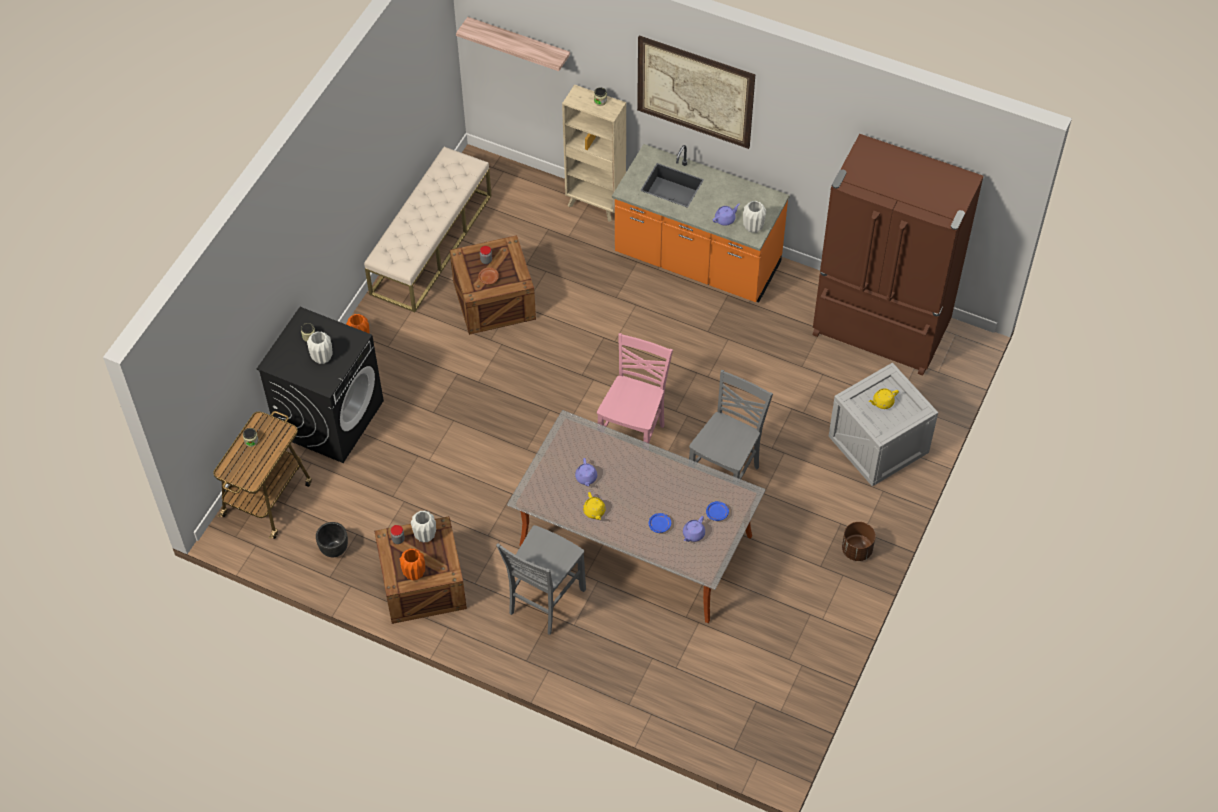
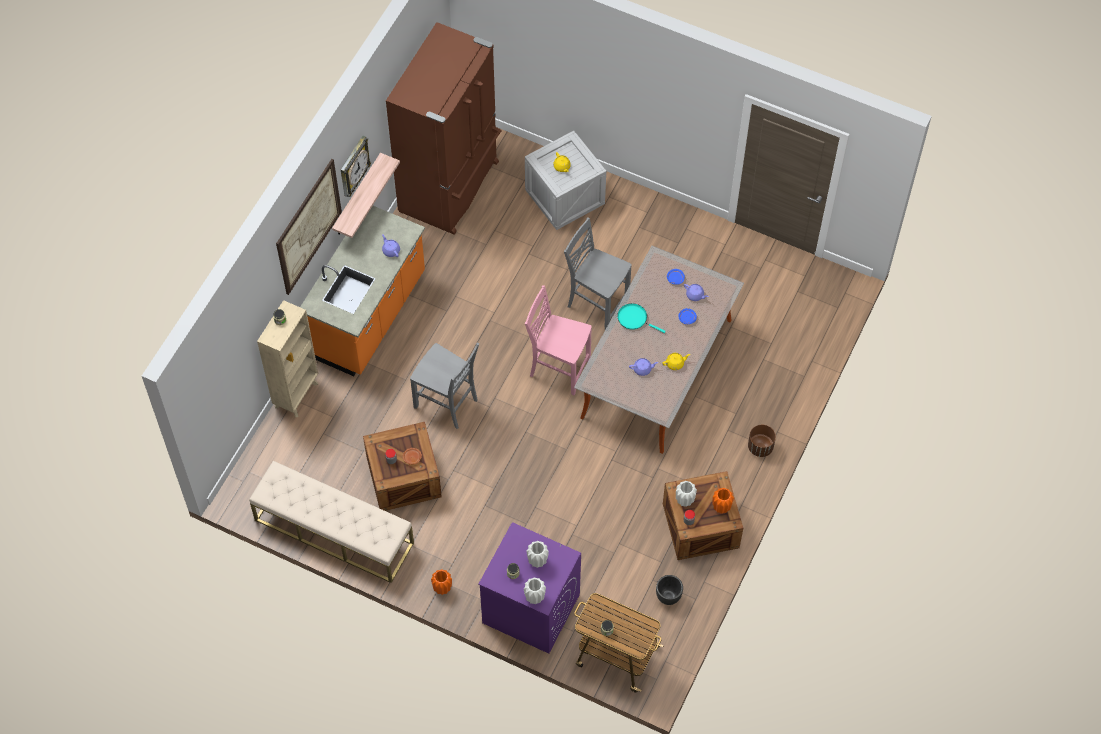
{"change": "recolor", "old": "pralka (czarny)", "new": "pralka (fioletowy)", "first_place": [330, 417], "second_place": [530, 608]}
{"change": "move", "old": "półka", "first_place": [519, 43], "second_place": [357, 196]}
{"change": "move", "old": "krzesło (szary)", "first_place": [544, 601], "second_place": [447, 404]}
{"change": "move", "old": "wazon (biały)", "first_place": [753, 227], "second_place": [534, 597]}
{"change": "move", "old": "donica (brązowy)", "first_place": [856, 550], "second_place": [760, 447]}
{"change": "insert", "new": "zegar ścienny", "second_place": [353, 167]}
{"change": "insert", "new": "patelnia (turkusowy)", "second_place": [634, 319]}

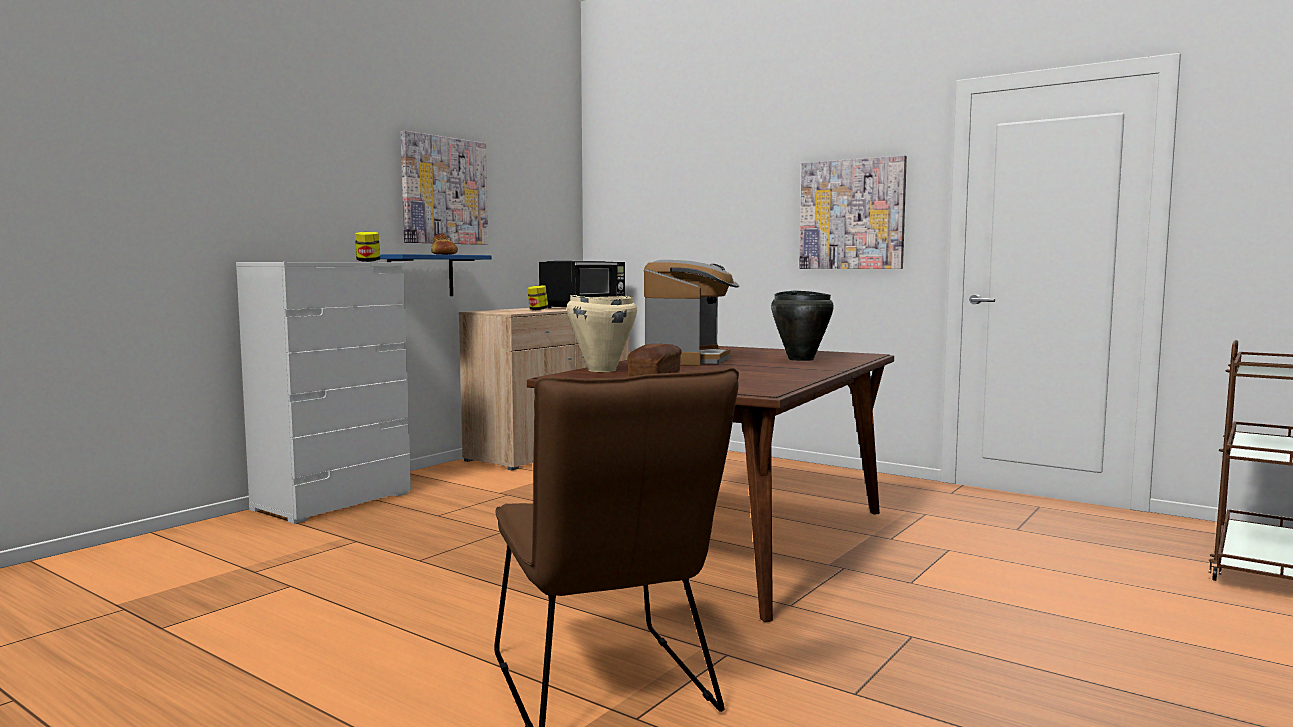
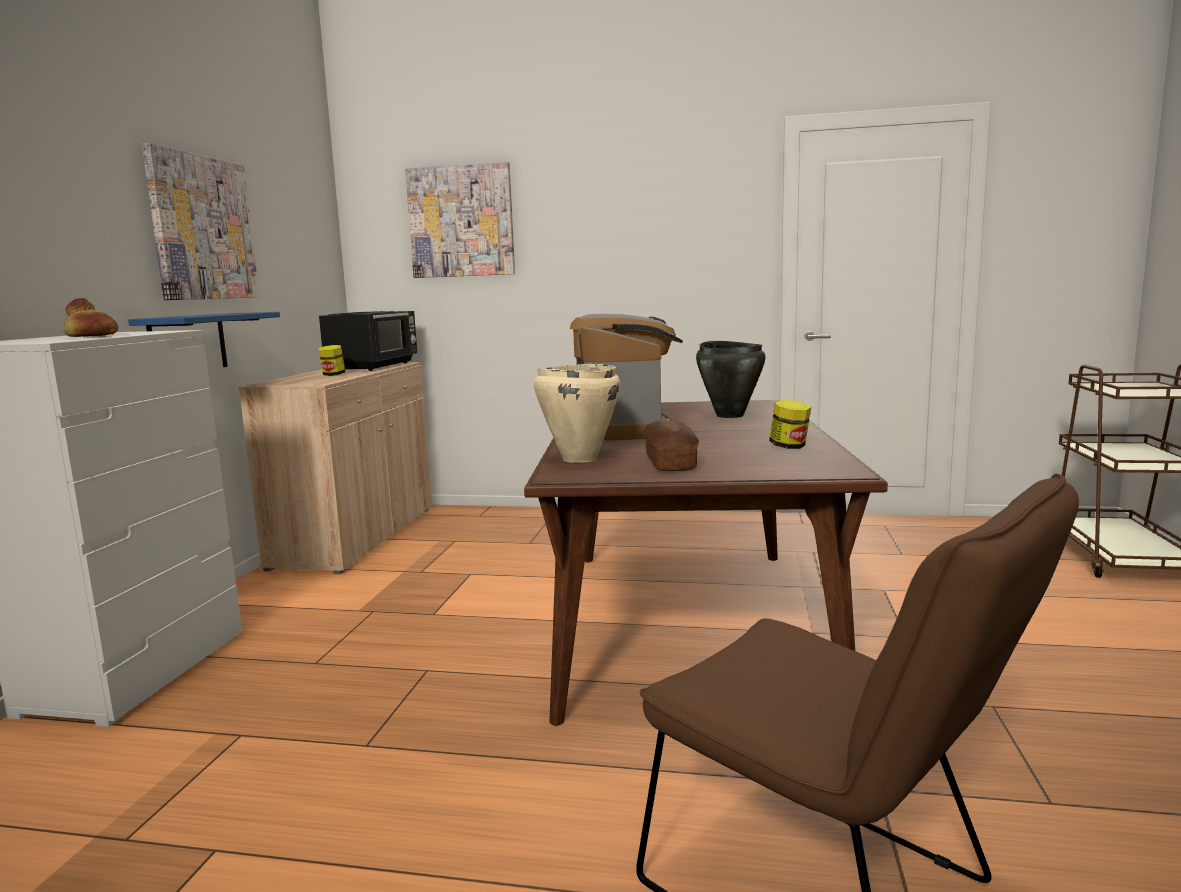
{"change": "move", "old": "słoik", "first_place": [368, 261], "second_place": [789, 447]}
{"change": "move", "old": "chleb", "first_place": [444, 254], "second_place": [91, 336]}
{"change": "move", "old": "obraz", "first_place": [852, 214], "second_place": [461, 221]}

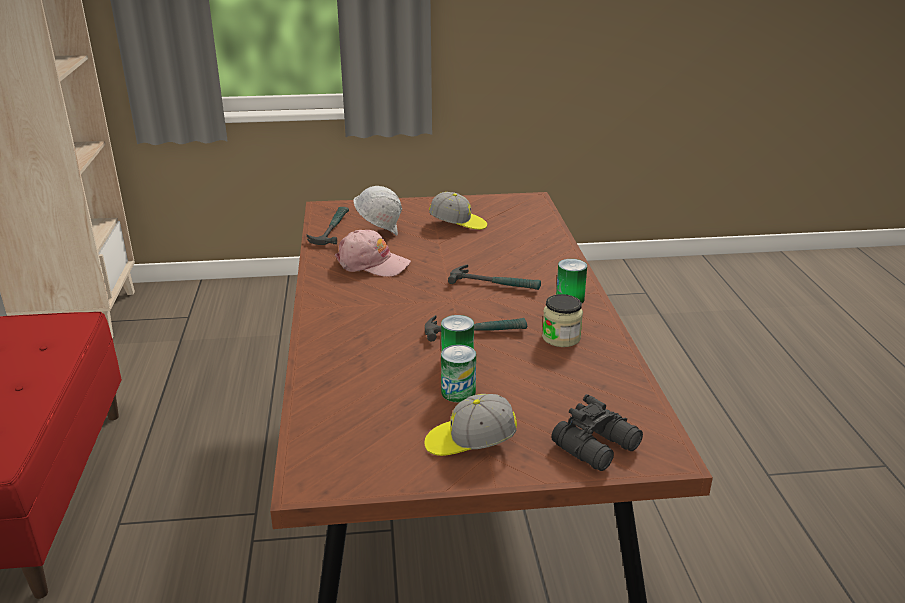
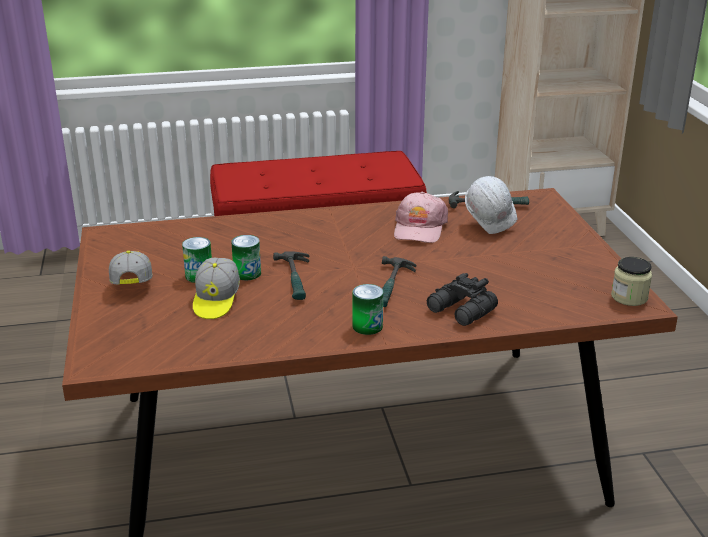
{"change": "move", "old": "czapka z daszkiem", "first_place": [458, 224], "second_place": [216, 300]}
{"change": "move", "old": "słoik", "first_place": [561, 337], "second_place": [629, 297]}
{"change": "move", "old": "lornetka (czarny)", "first_place": [598, 446], "second_place": [461, 311]}

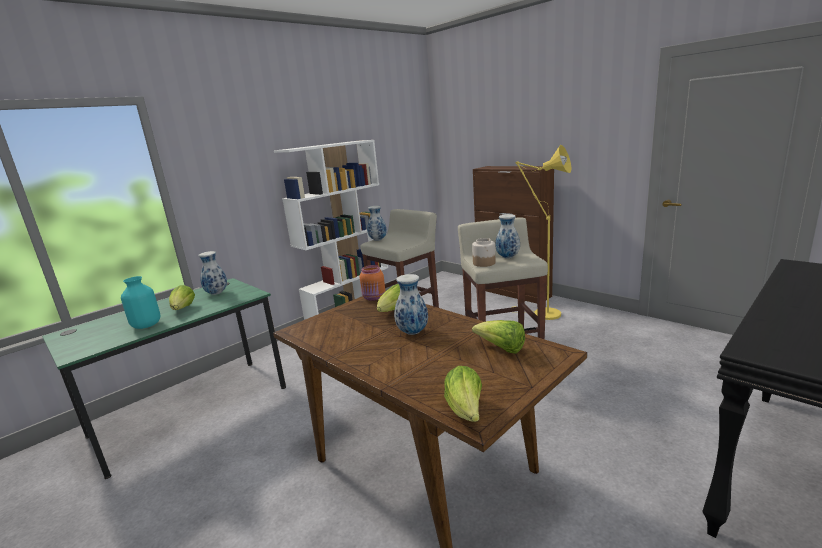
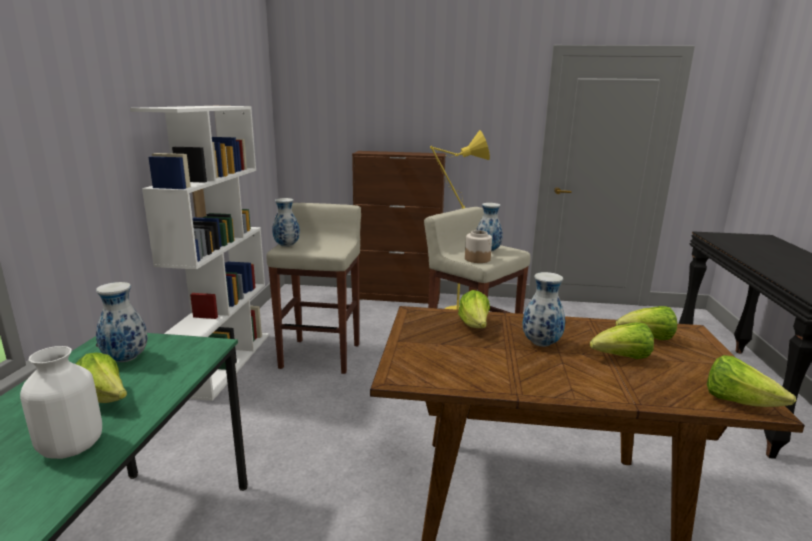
{"change": "recolor", "old": "wazon (turkusowy)", "new": "wazon (biały)", "first_place": [146, 325], "second_place": [71, 447]}
{"change": "delete", "old": "słoik (pomarańczowy)", "first_place": [374, 298]}
{"change": "insert", "new": "sałata", "second_place": [621, 358]}

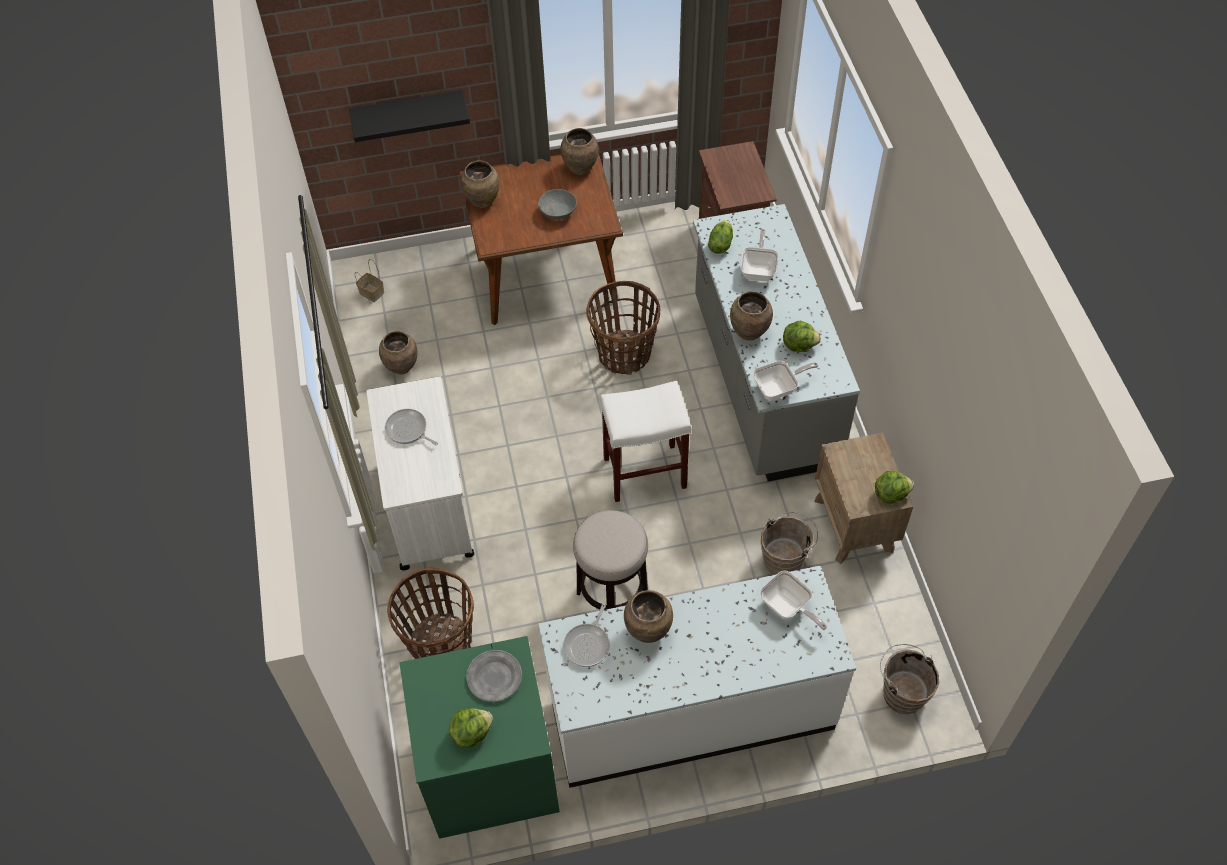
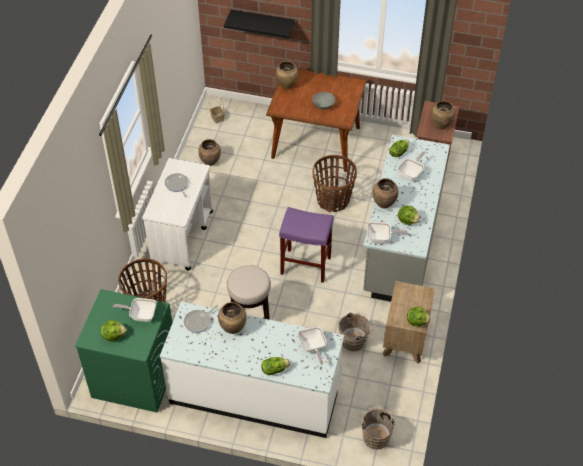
{"change": "replace", "old": "talerz (szary)", "new": "patelnia", "first_place": [494, 677], "second_place": [140, 315]}
{"change": "move", "old": "wazon (brązowy)", "first_place": [579, 168], "second_place": [441, 125]}
{"change": "recolor", "old": "stołek (biały)", "new": "stołek (fioletowy)", "first_place": [643, 473], "second_place": [305, 265]}
{"change": "insert", "new": "sałata", "second_place": [274, 369]}

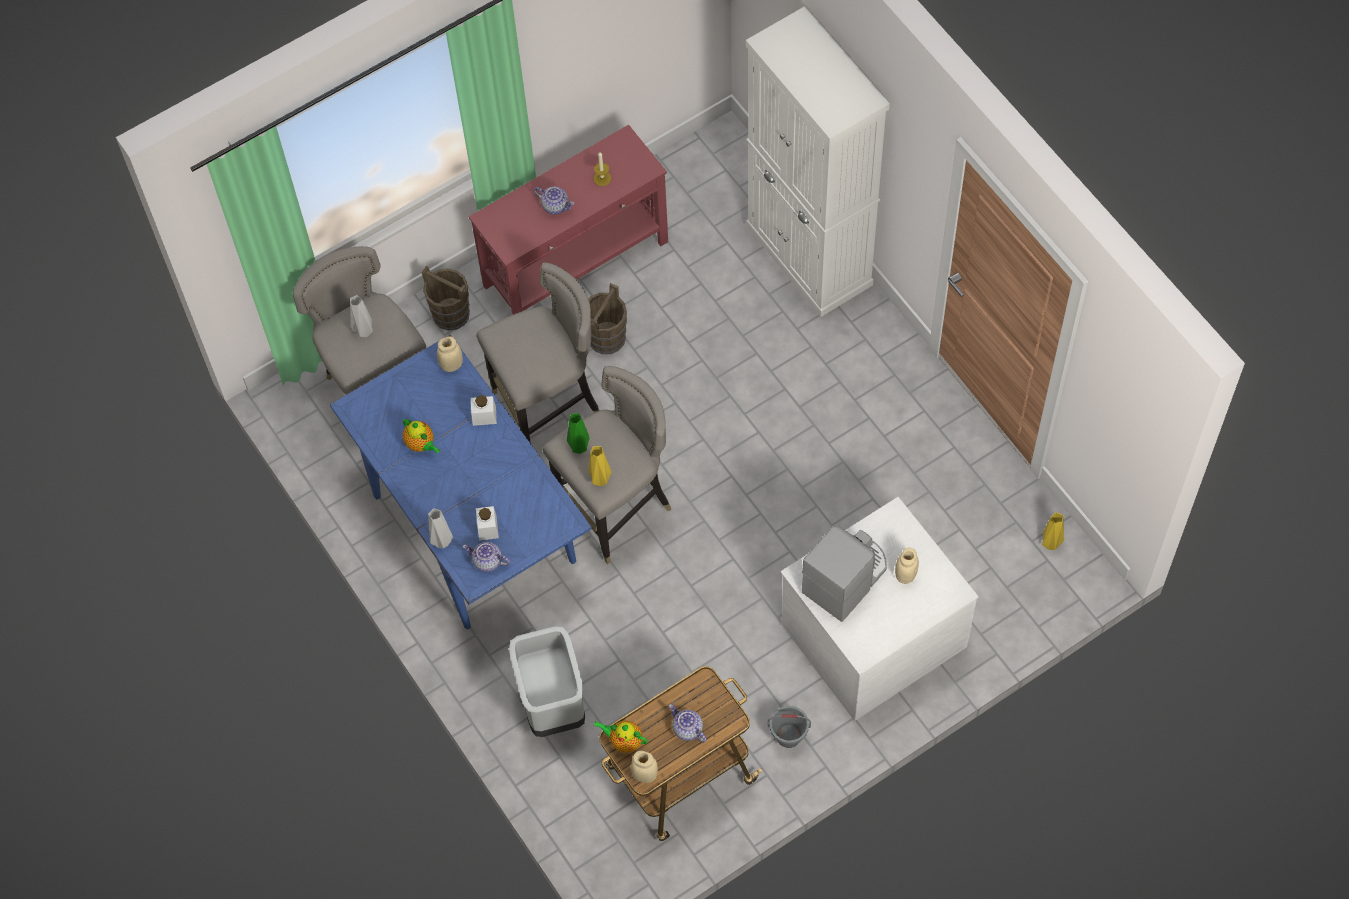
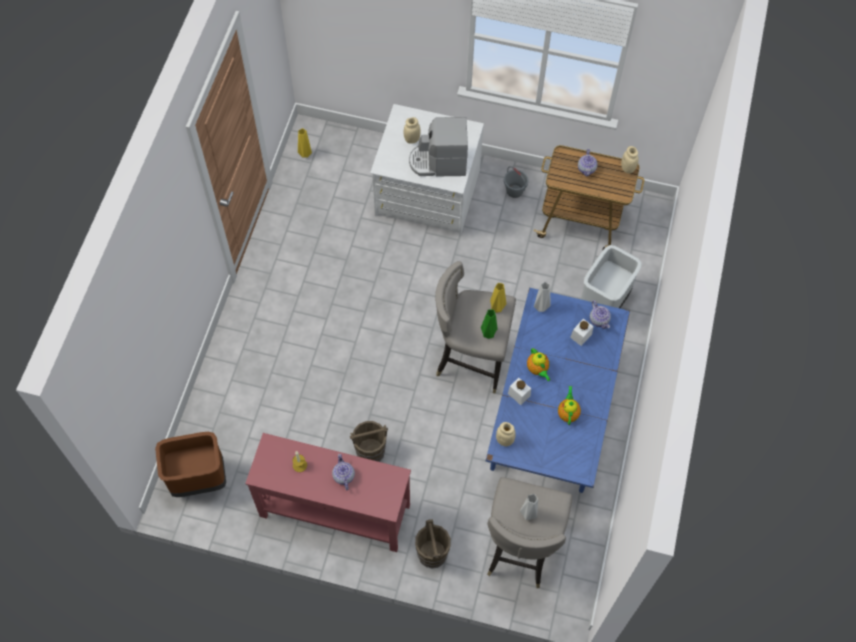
{"change": "move", "old": "wazon (szary)", "first_place": [441, 542], "second_place": [541, 307]}
{"change": "delete", "old": "stołek (szary)", "first_place": [548, 408]}
{"change": "move", "old": "imbryk", "first_place": [624, 741], "second_place": [537, 369]}
{"change": "delete", "old": "szafka (biały)", "first_place": [809, 256]}
{"change": "insert", "new": "kosz na śmieci (brązowy)", "second_place": [198, 480]}

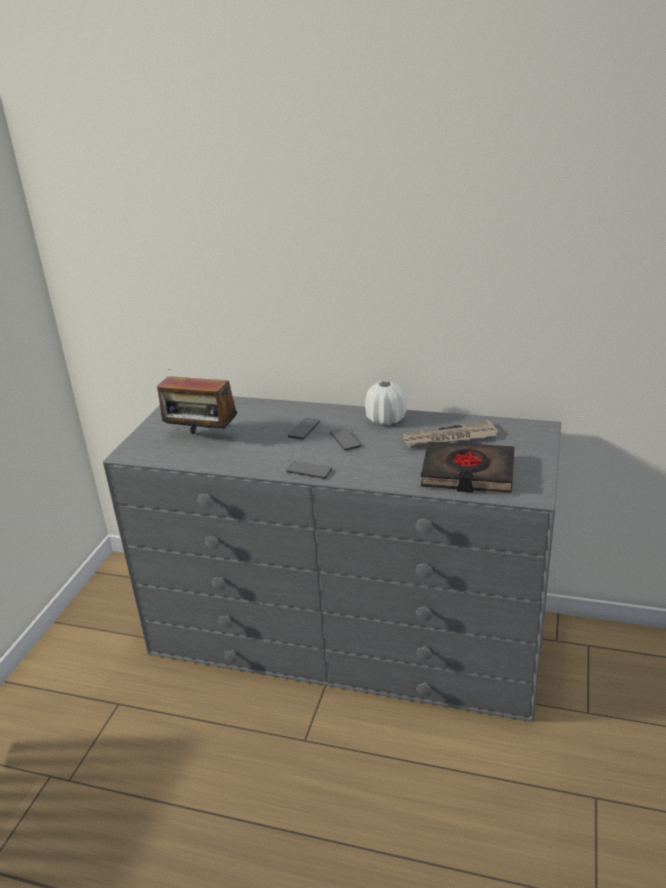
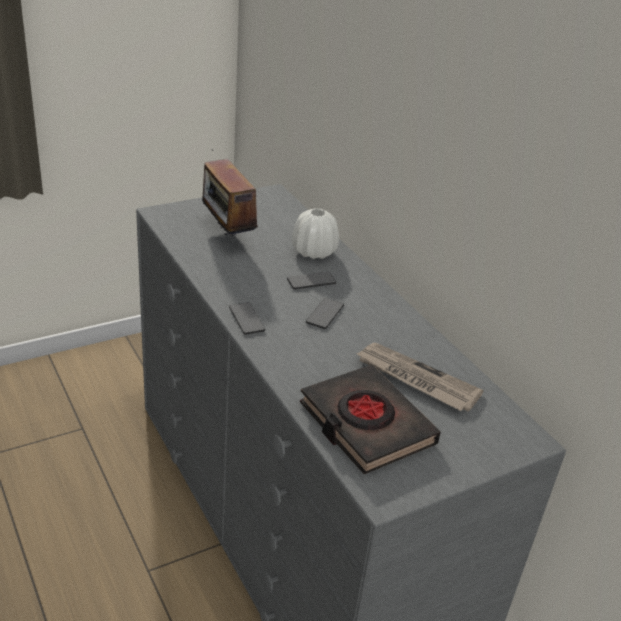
{"change": "move", "old": "wazon (biały)", "first_place": [386, 419], "second_place": [314, 252]}

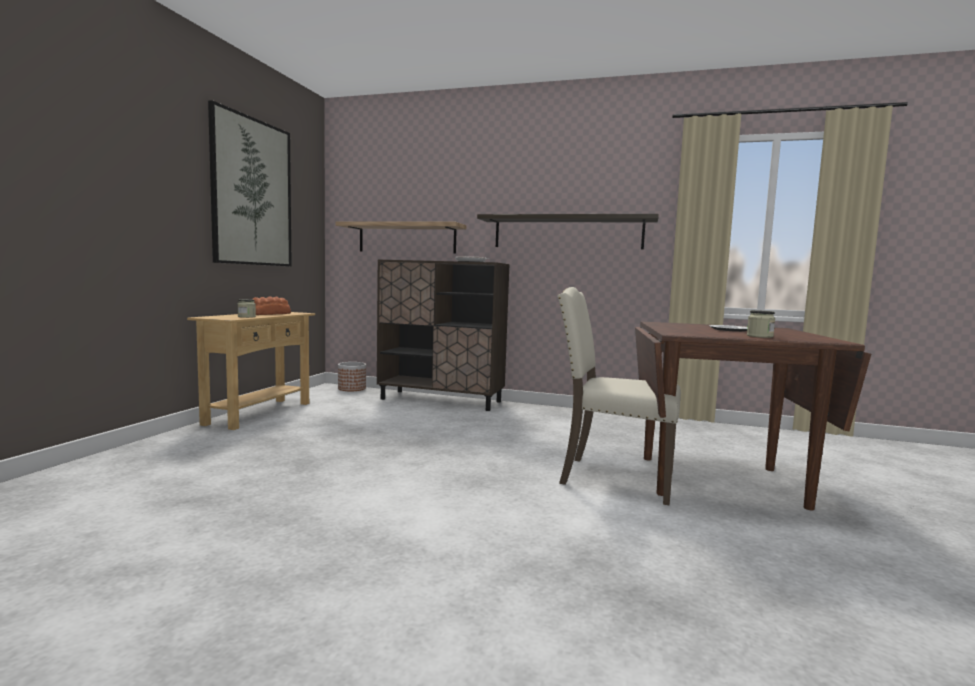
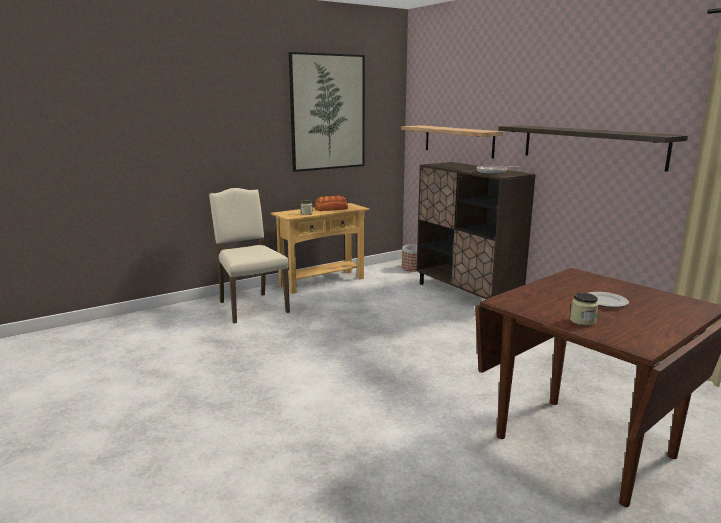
{"change": "move", "old": "krzesło (beżowy)", "first_place": [614, 478], "second_place": [251, 306]}

